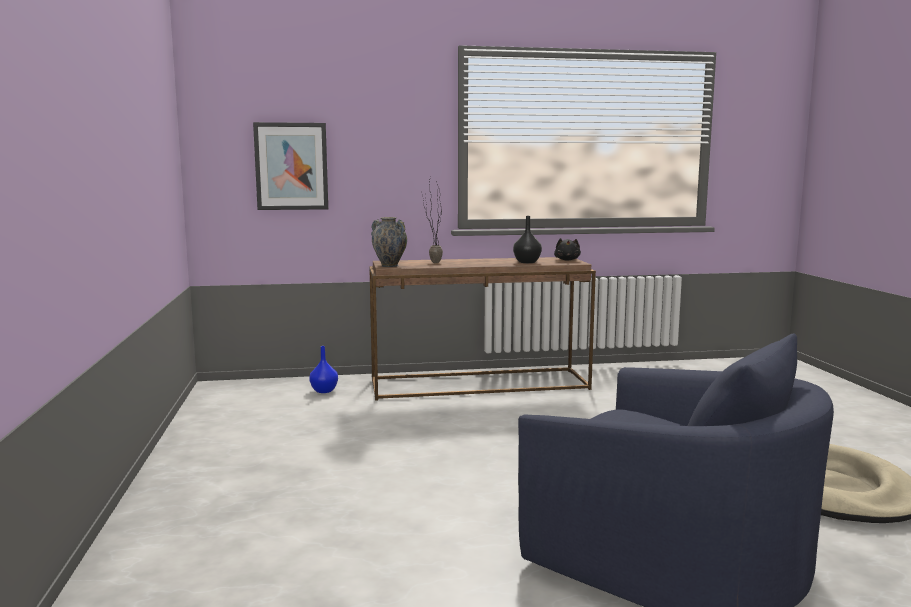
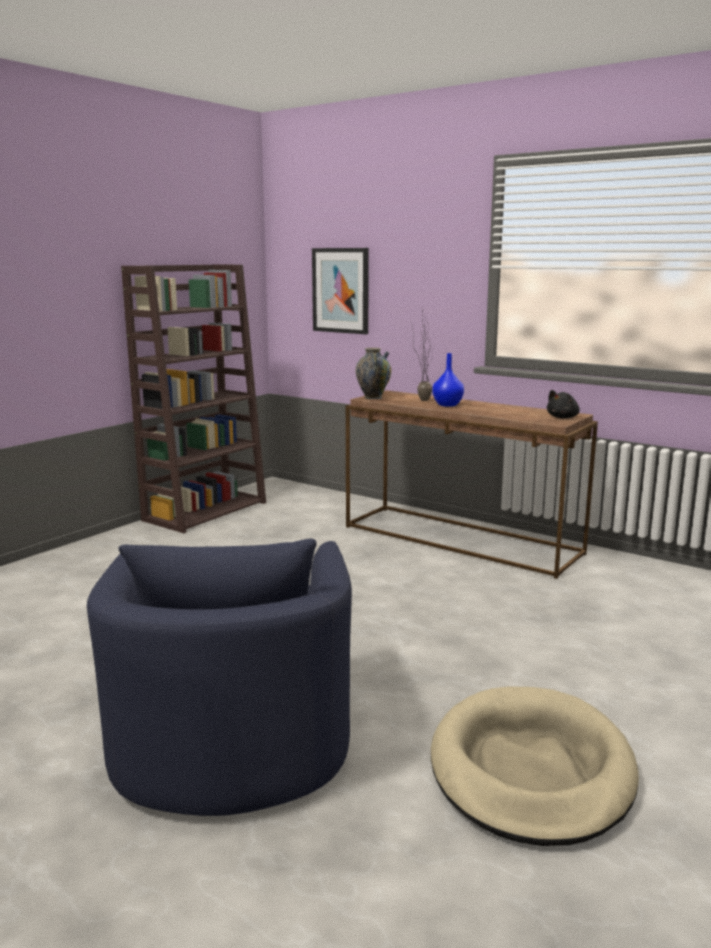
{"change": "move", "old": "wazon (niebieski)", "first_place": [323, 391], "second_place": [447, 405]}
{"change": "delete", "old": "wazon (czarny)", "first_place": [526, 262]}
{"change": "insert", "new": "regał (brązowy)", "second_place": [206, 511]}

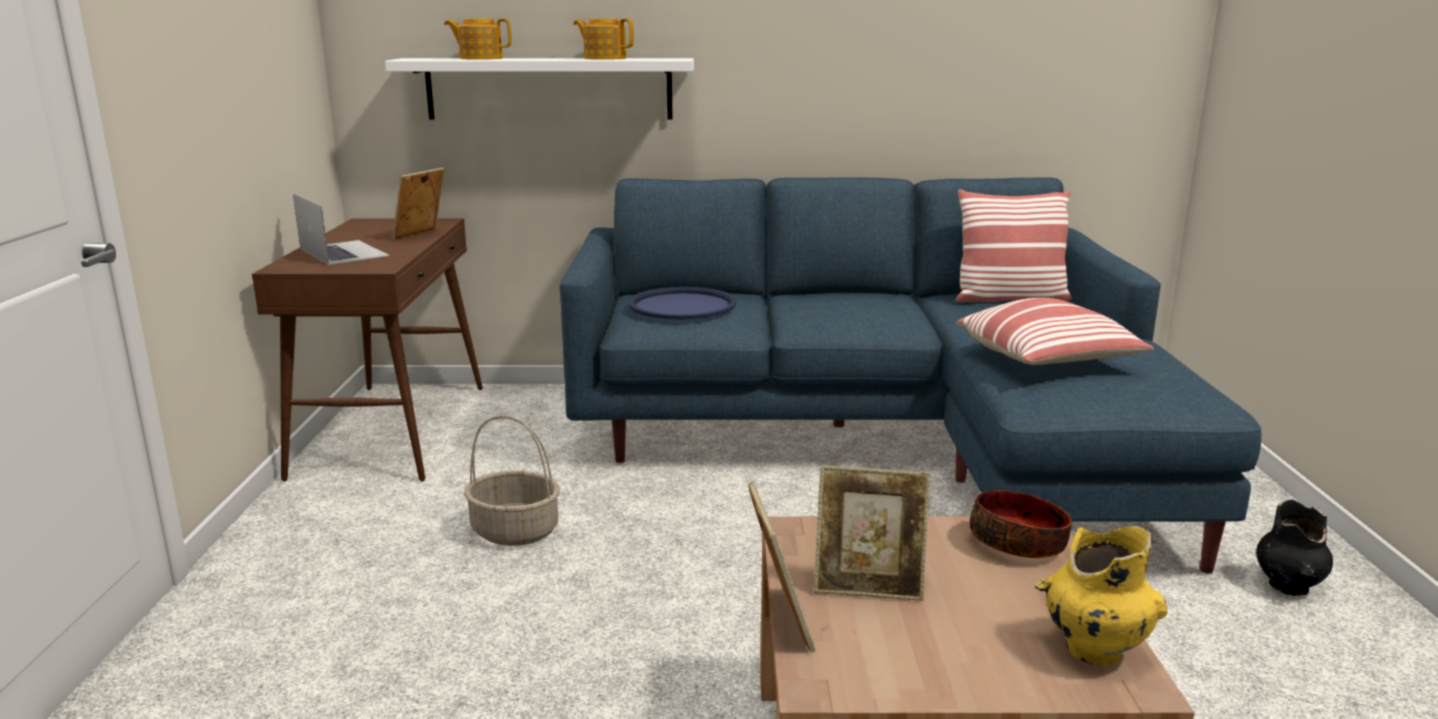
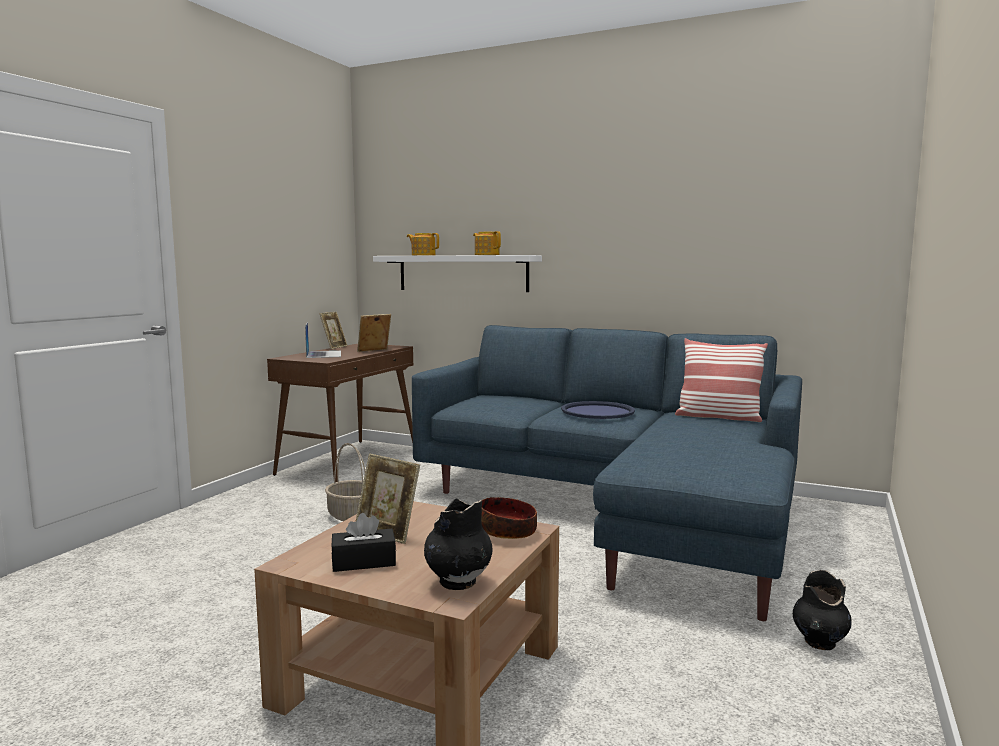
{"change": "move", "old": "taca (niebieski)", "first_place": [683, 305], "second_place": [597, 411]}
{"change": "move", "old": "ramka na zdjęcie", "first_place": [779, 620], "second_place": [334, 347]}
{"change": "delete", "old": "poduszka", "first_place": [1048, 361]}
{"change": "recolor", "old": "wazon (żółty)", "new": "wazon (czarny)", "first_place": [1092, 650], "second_place": [457, 582]}
{"change": "insert", "new": "pudełko chusteczek (czarny)", "second_place": [364, 562]}

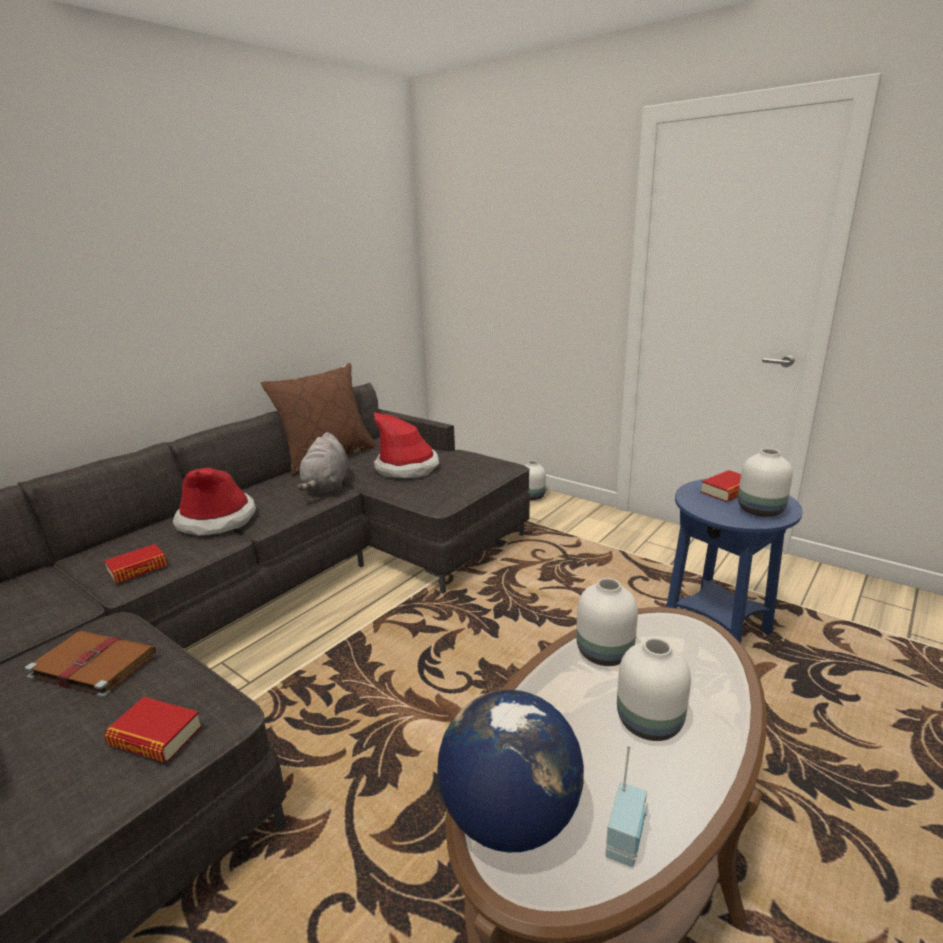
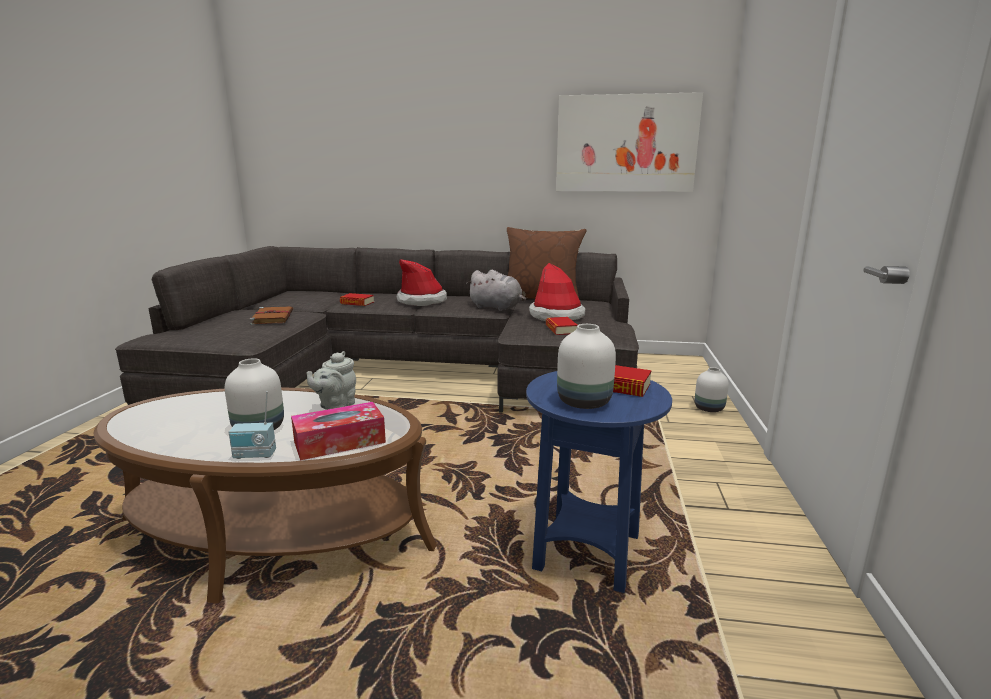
{"change": "move", "old": "książka", "first_place": [156, 736], "second_place": [561, 330]}
{"change": "rotate", "old": "pluszak (szary)", "first_place": [327, 486], "second_place": [497, 308], "degrees": -120}
{"change": "delete", "old": "globus", "first_place": [509, 817]}
{"change": "replace", "old": "wazon (biały)", "new": "imbryk (szary)", "first_place": [603, 652], "second_place": [335, 406]}
{"change": "move", "old": "radio", "first_place": [627, 840], "second_place": [254, 455]}
{"change": "insert", "new": "pudełko chusteczek", "second_place": [339, 442]}
{"change": "insert", "new": "obraz", "second_place": [626, 144]}

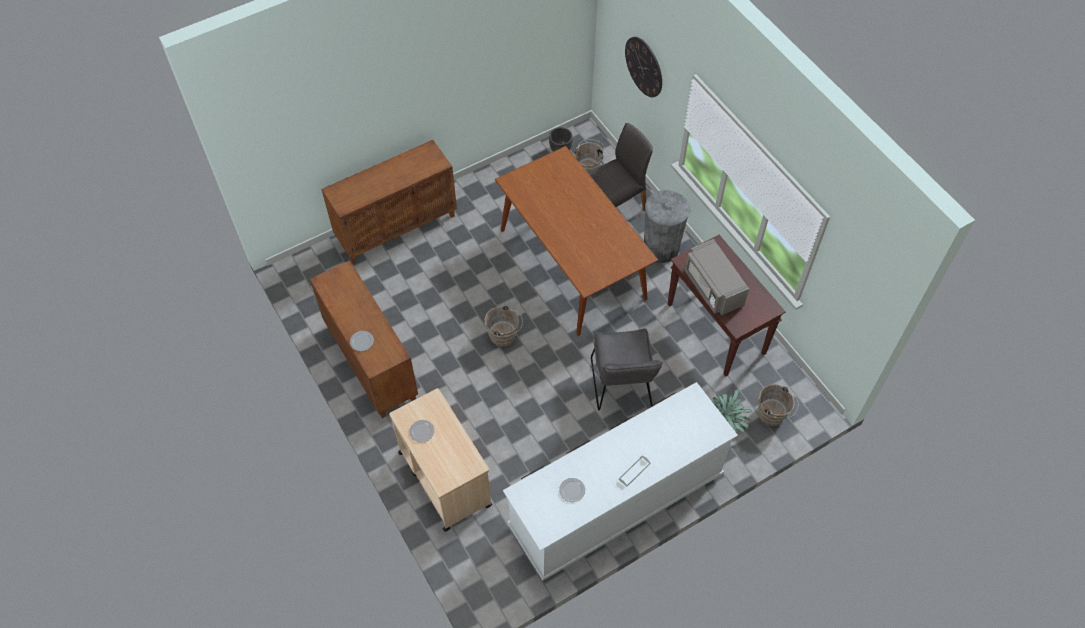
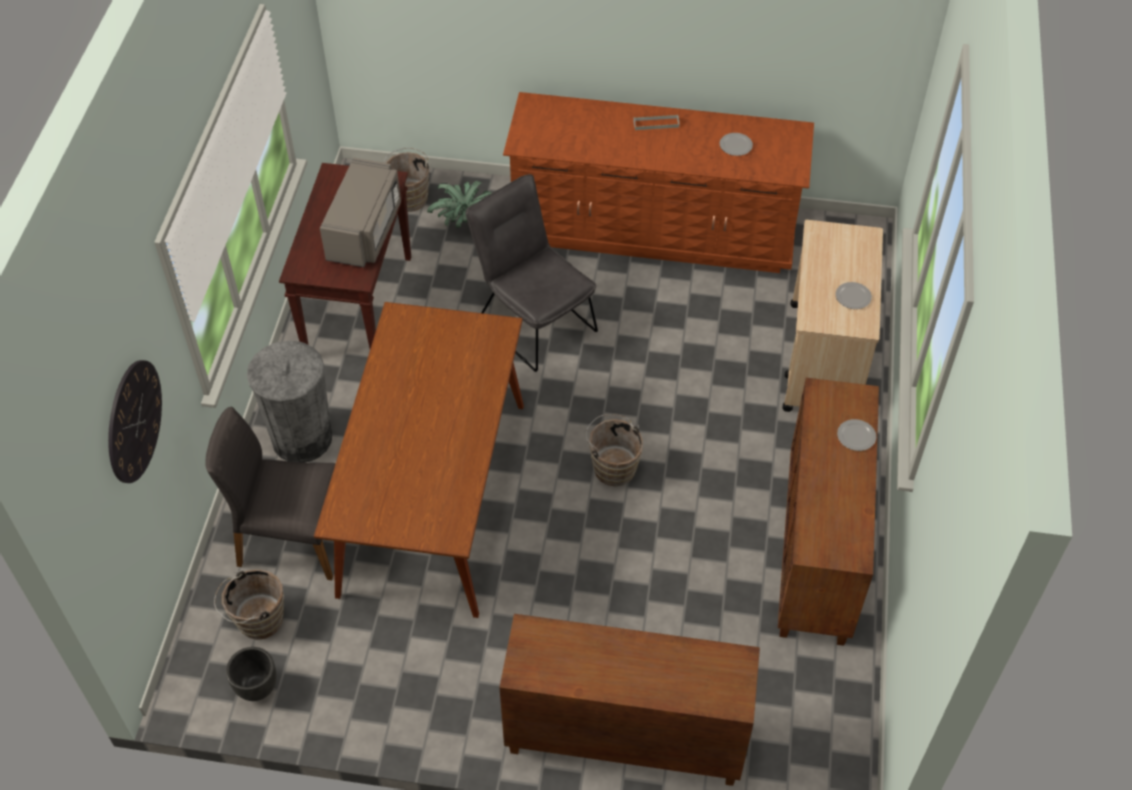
{"change": "recolor", "old": "komoda (biały)", "new": "komoda (brązowy)", "first_place": [615, 501], "second_place": [653, 229]}
{"change": "rotate", "old": "krzesło (szary)", "first_place": [621, 387], "second_place": [533, 321], "degrees": -75}

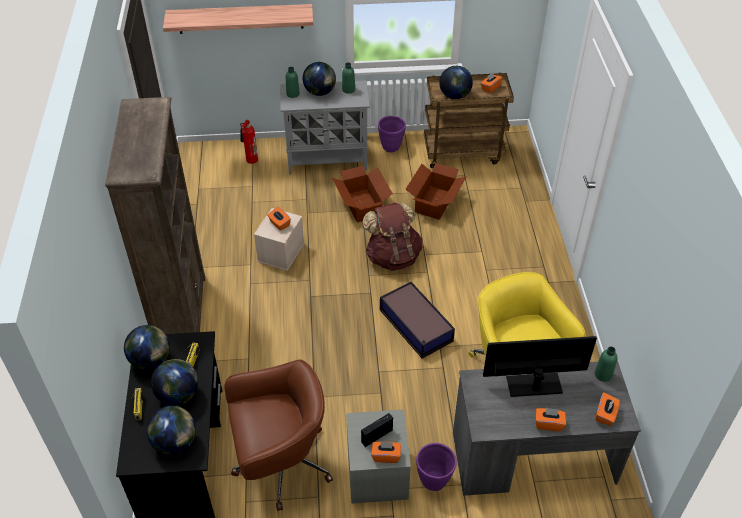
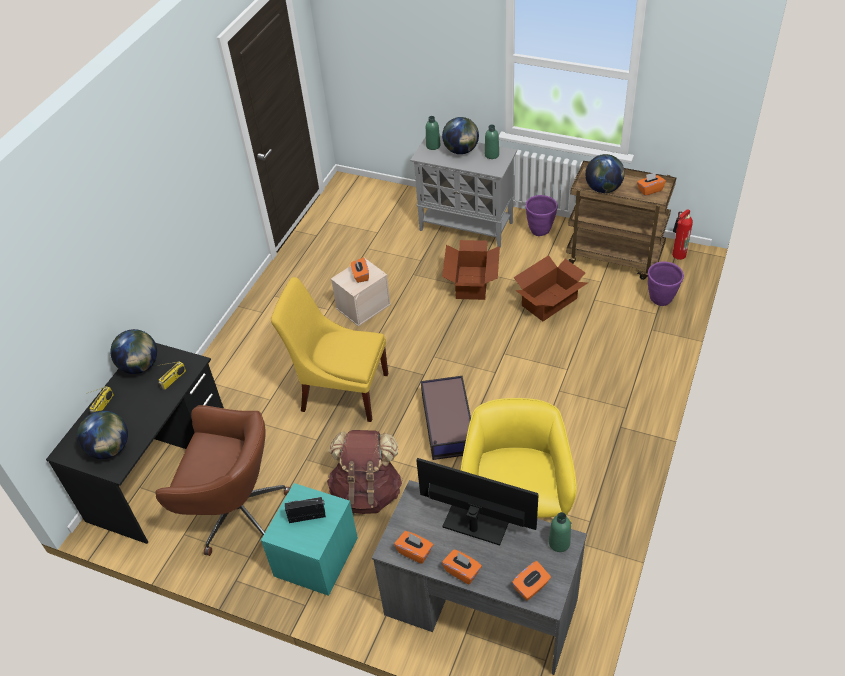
{"change": "delete", "old": "regał (brązowy)", "first_place": [182, 315]}
{"change": "delete", "old": "globus", "first_place": [178, 395]}
{"change": "delete", "old": "półka", "first_place": [240, 18]}
{"change": "move", "old": "gaśnica", "first_place": [250, 160], "second_place": [677, 255]}
{"change": "recolor", "old": "szafka nocna (szary)", "new": "szafka nocna (turkusowy)", "first_place": [377, 473], "second_place": [316, 558]}
{"change": "move", "old": "plecak (brązowy)", "first_place": [393, 256], "second_place": [367, 492]}
{"change": "move", "old": "pudełko chusteczek (pomarańczowy)", "first_place": [386, 456], "second_place": [415, 552]}
{"change": "move", "old": "donica (fioletowy)", "first_place": [434, 481], "second_place": [661, 299]}
{"change": "insert", "new": "krzesło (żółty)", "second_place": [341, 390]}

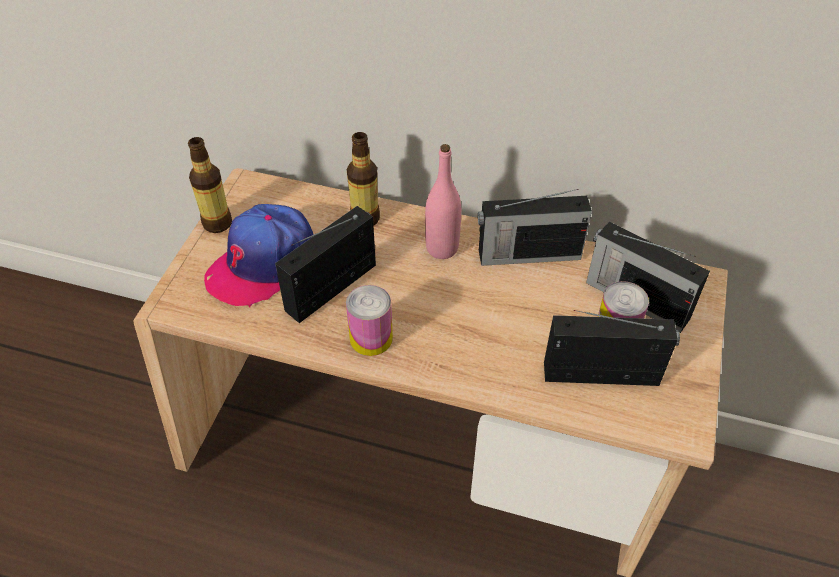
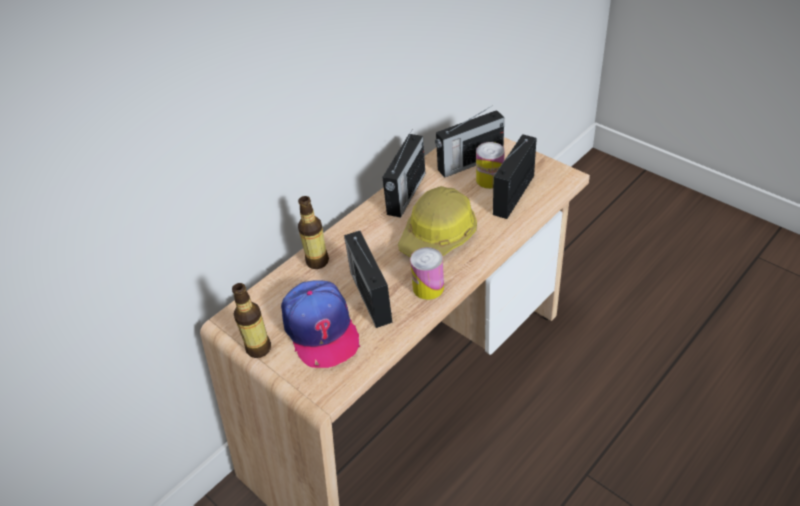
{"change": "delete", "old": "butelka (różowy)", "first_place": [442, 248]}
{"change": "insert", "new": "kask", "second_place": [439, 236]}

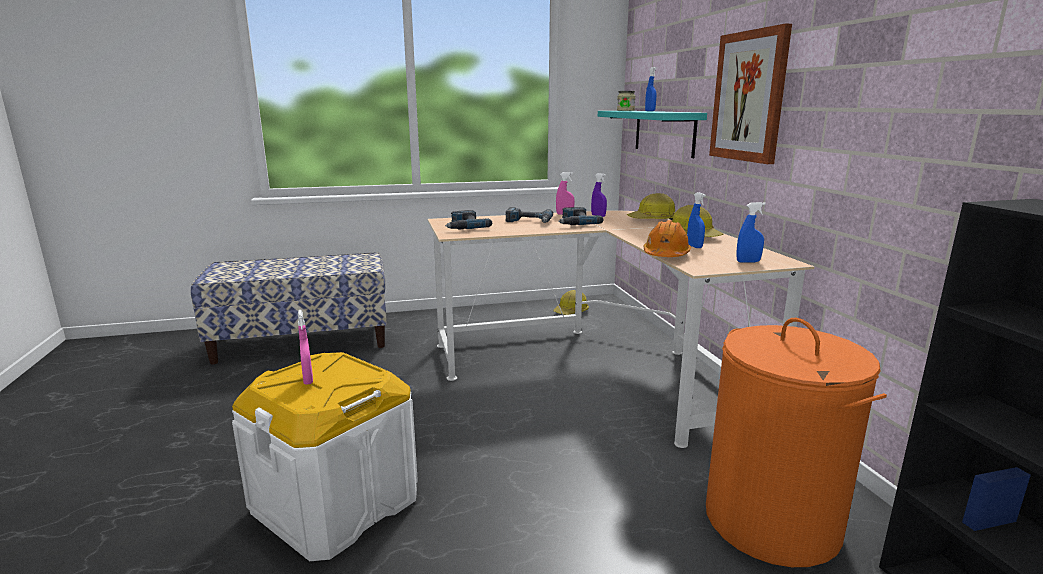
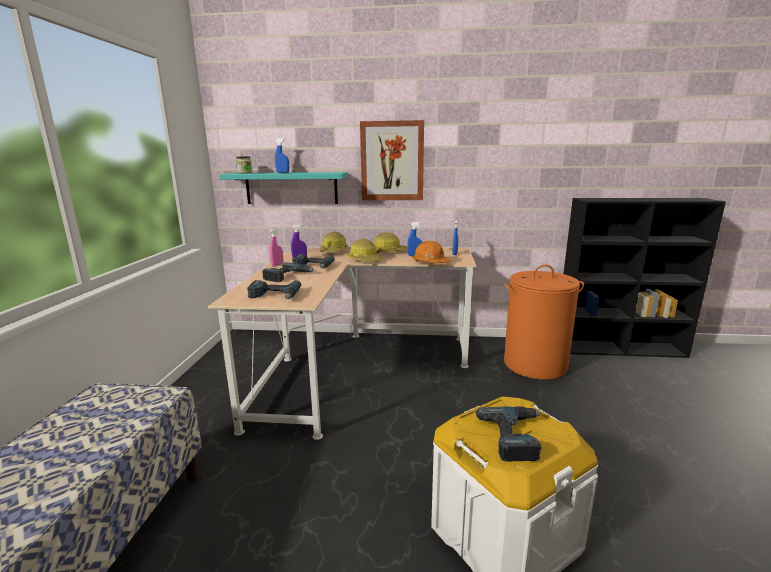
{"change": "replace", "old": "spryskiwacz (różowy)", "new": "wiertarka", "first_place": [308, 380], "second_place": [516, 437]}
{"change": "move", "old": "kask", "first_place": [571, 312], "second_place": [365, 260]}

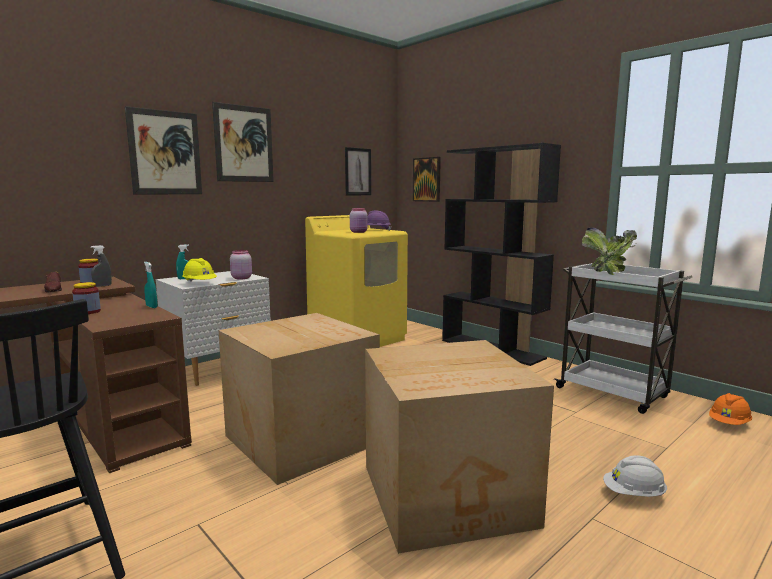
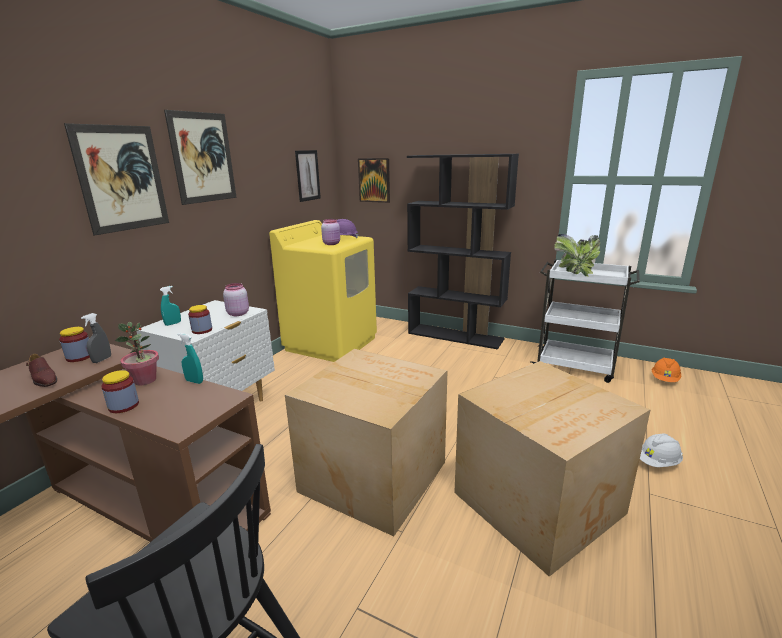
{"change": "replace", "old": "kask (żółty)", "new": "słoik", "first_place": [200, 283], "second_place": [202, 330]}
{"change": "insert", "new": "roślina doniczkowa", "second_place": [145, 380]}

